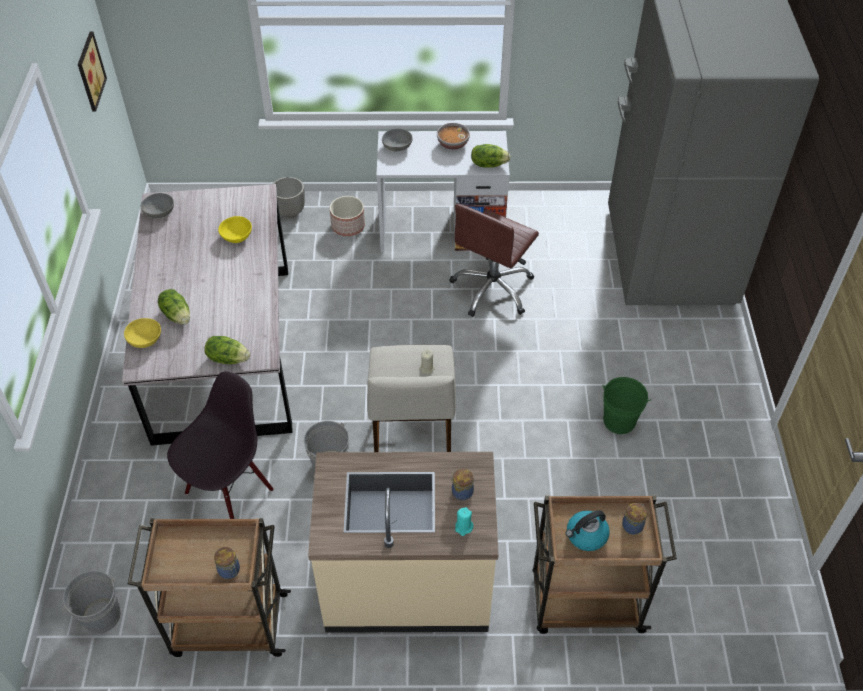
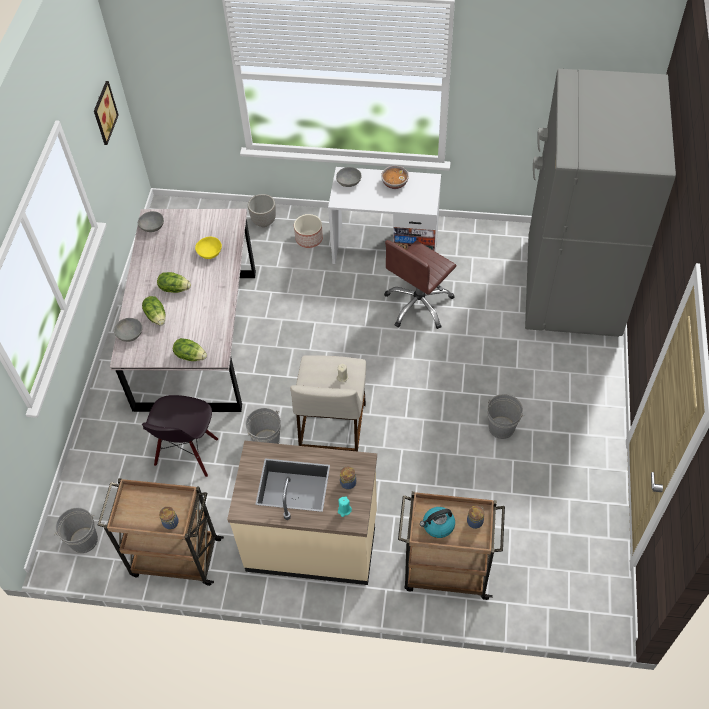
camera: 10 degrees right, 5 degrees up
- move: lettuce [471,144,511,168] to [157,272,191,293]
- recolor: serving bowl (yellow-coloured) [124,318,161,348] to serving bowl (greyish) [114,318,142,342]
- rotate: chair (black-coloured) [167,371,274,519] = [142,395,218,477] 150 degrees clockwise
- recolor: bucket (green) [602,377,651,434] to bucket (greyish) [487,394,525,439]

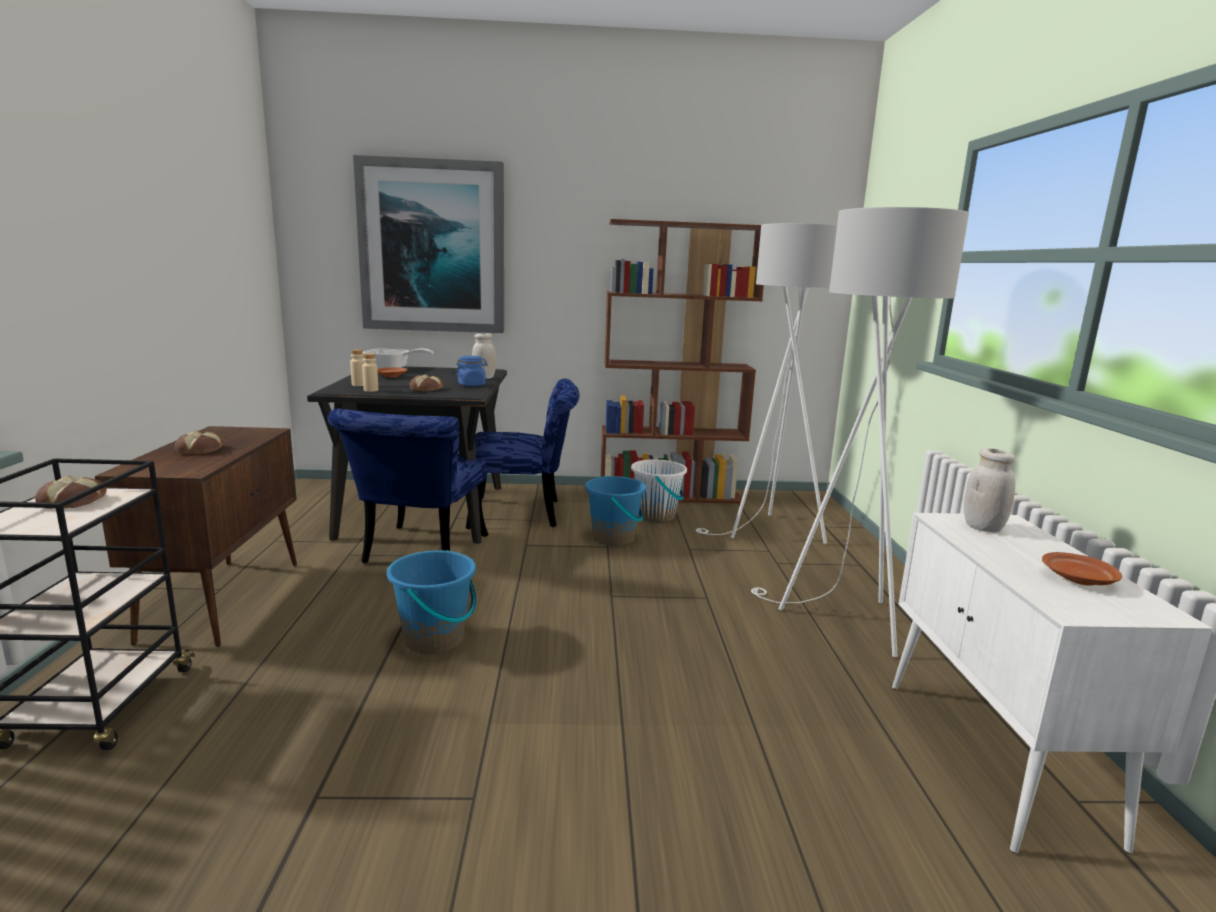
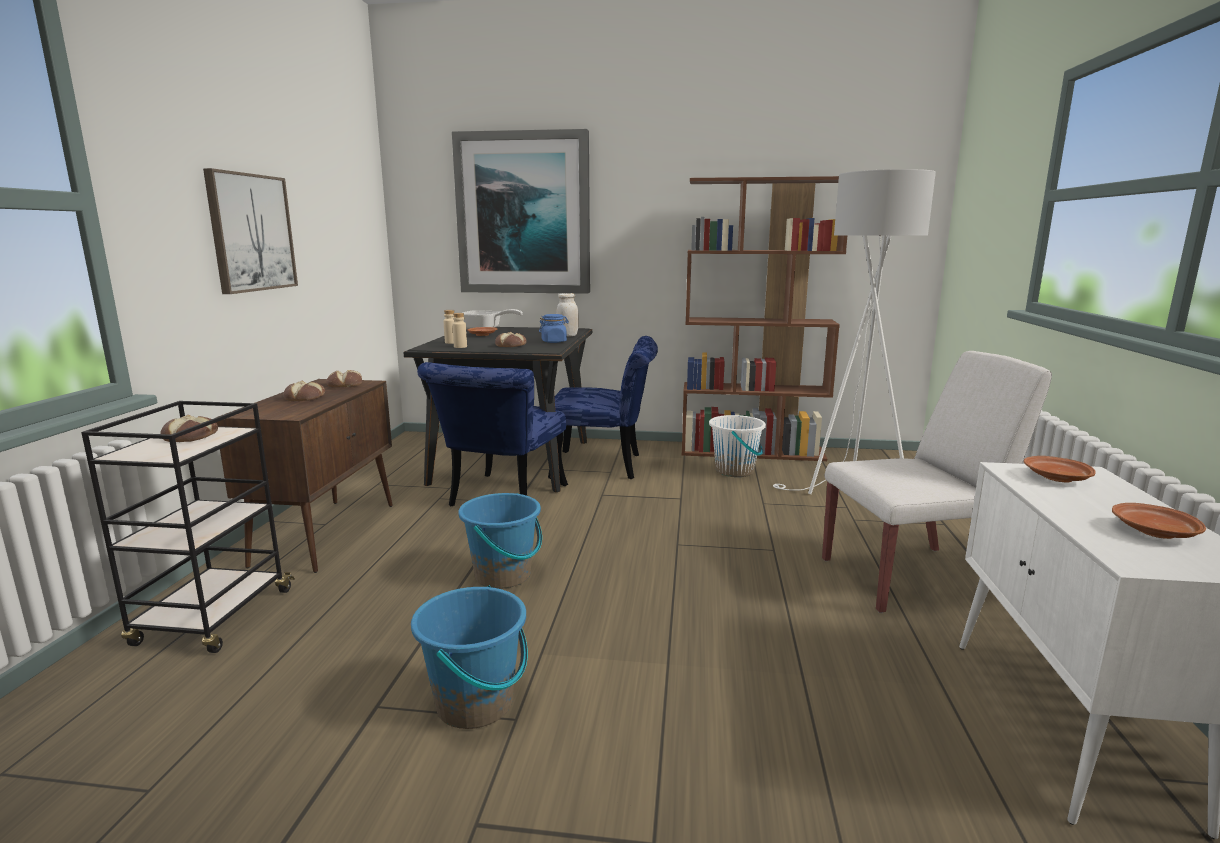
camera: 10 degrees right, 0 degrees up
- replace: standard lamp (white) [751,207,969,657] to chair (white) [822,351,1052,613]
- replace: preserve jar (white) [964,448,1016,532] to flat dish (brownish) [1024,456,1096,483]
- move: bucket (blue-coloured) [585,476,646,546] to [411,585,528,729]
- insert: wall picture [203,168,298,294]
- insert: baked bread [326,370,362,388]

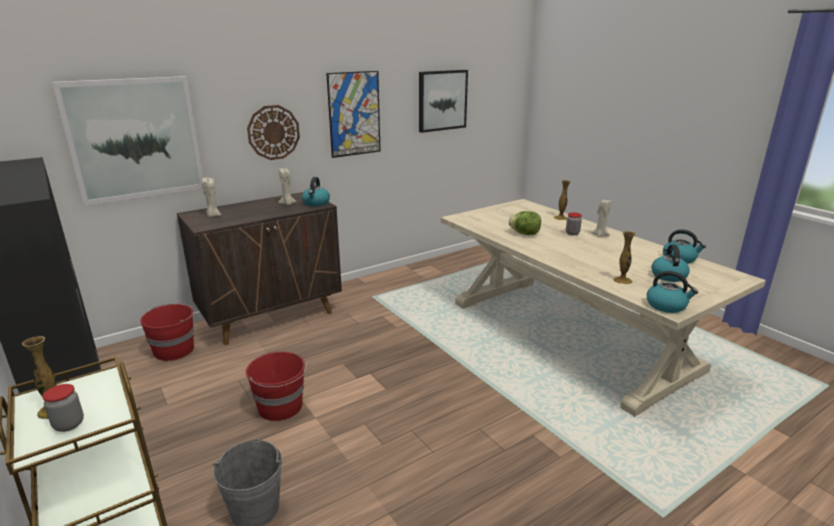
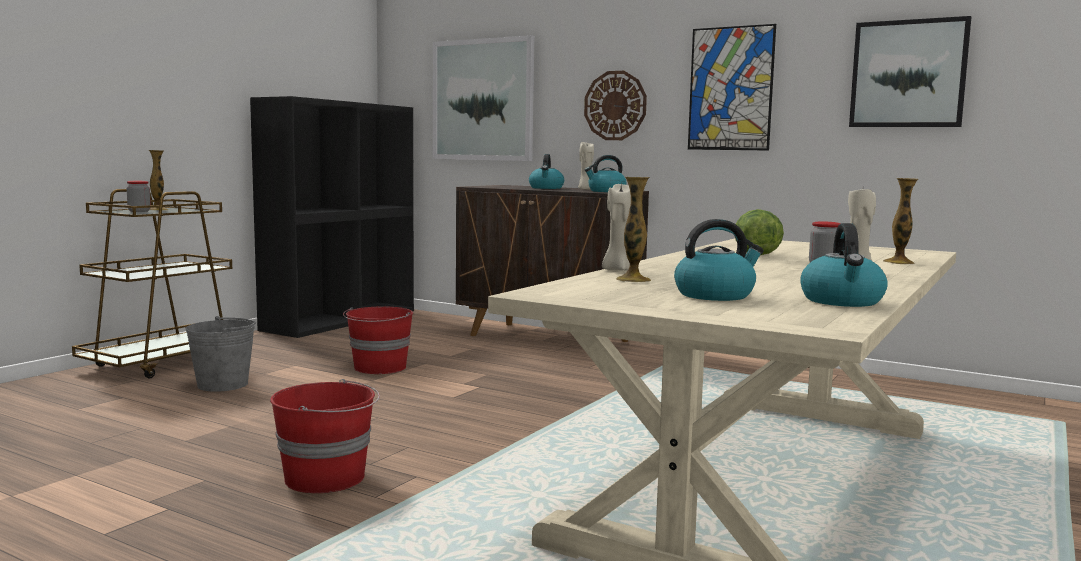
camera: 65 degrees right, 15 degrees down
- move: wax candle (beige) [202,178,221,217] to [602,184,631,271]
- move: water kettle [647,271,698,313] to [529,154,564,189]
- move: bucket (red) [140,304,196,361] to [270,379,380,493]

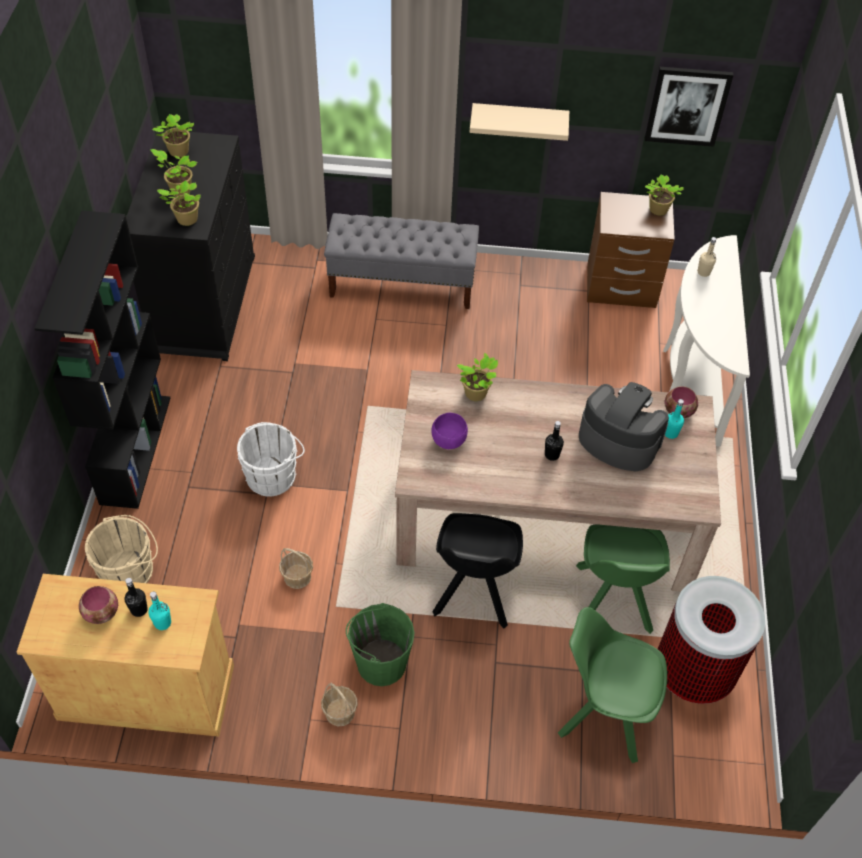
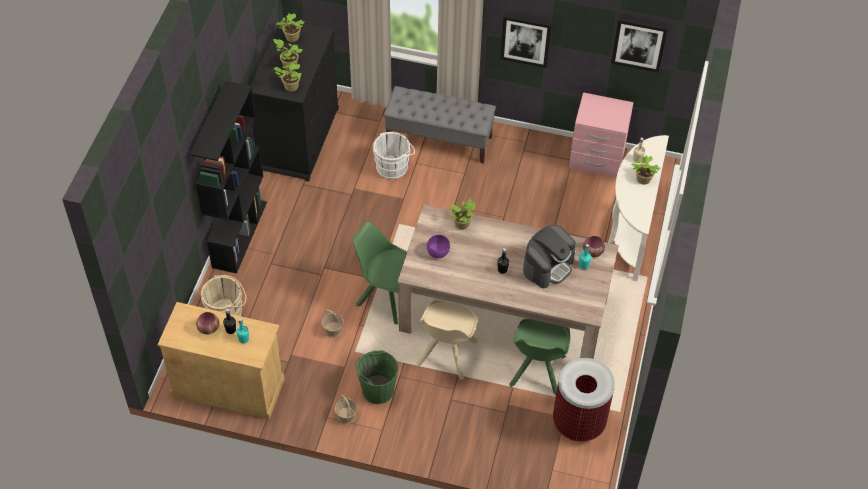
camera: 10 degrees right, 0 degrees up
- replace: shelf (beige) [469,103,569,141] to wall picture [500,15,552,68]
- move: plant in a pot [645,174,684,215] to [631,156,660,185]
- recolor: night table (brownish) [587,192,675,308] to night table (pinkish) [569,92,634,178]
- rotate: coffee machine [579,382,669,471] = [523,225,576,288] 90 degrees clockwise
- move: bucket (white) [237,422,305,497] to [373,132,415,179]
- recolor: chair (black-coloured) [432,513,523,628] to chair (beige) [417,300,478,380]
- move: chair (green) [558,607,667,763] to [352,222,407,324]

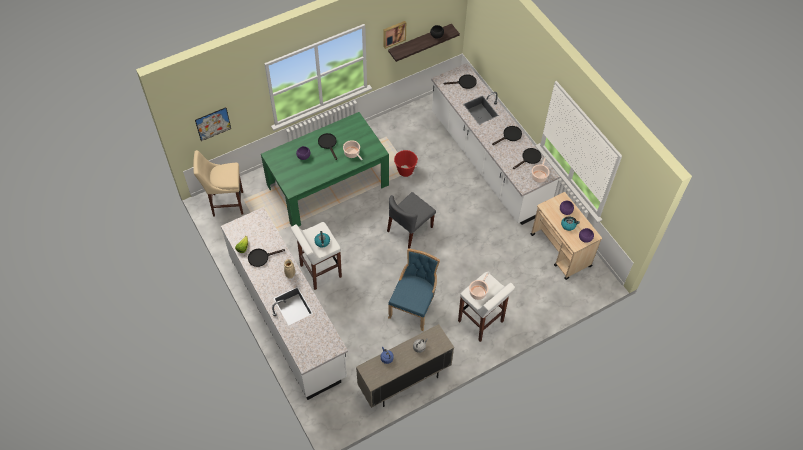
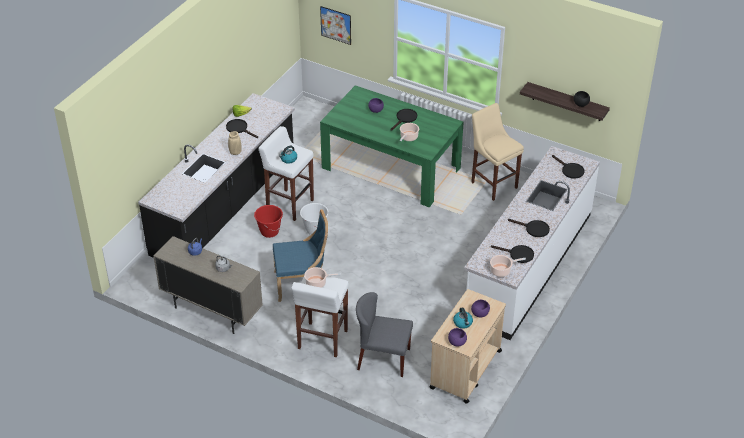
camera: 60 degrees right, 15 degrees down
- delete: wall picture [383,21,406,49]
- move: stool (beige) [193,150,243,217] to [471,103,524,201]
- move: bucket (red) [394,150,418,177] to [254,205,283,238]
- move: chair (greyish) [387,192,436,249] to [356,292,413,377]
- recolor: counter (white) [221,207,348,400] to counter (black-coloured) [138,93,295,258]
- insert: bucket (white) [300,203,329,235]

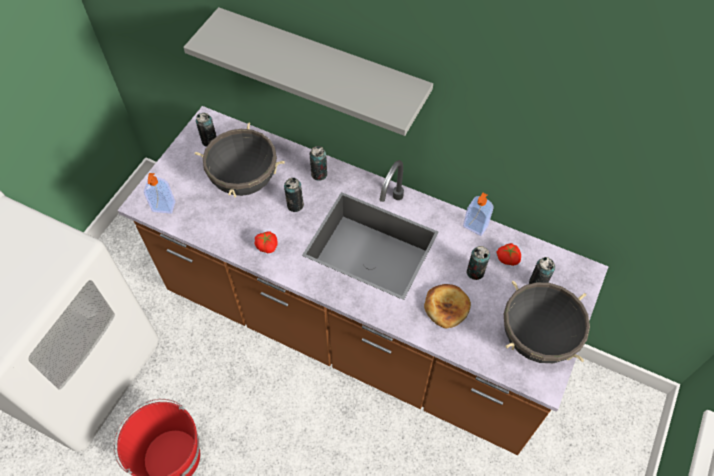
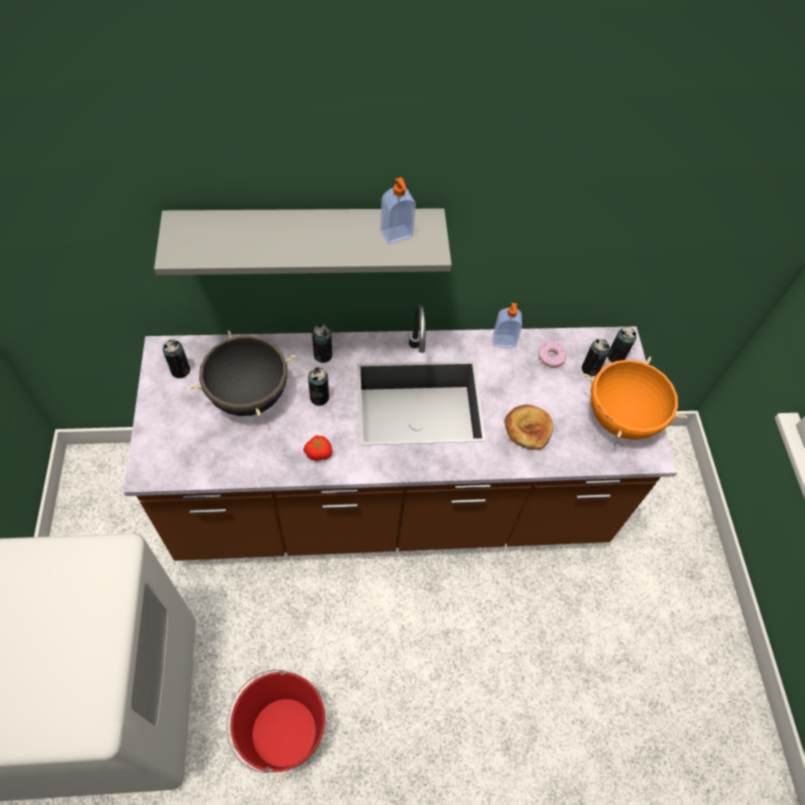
camera: 35 degrees left, 0 degrees up
- move: liquid soap bottle [144,173,176,214] to [380,177,416,244]
- replace: tomato [497,243,521,266] to doughnut [538,342,567,367]
- move: can [467,246,490,280] to [607,326,636,363]
- recolor: stockpot (black-coloured) [504,281,590,363] to stockpot (orangey) [584,357,687,440]

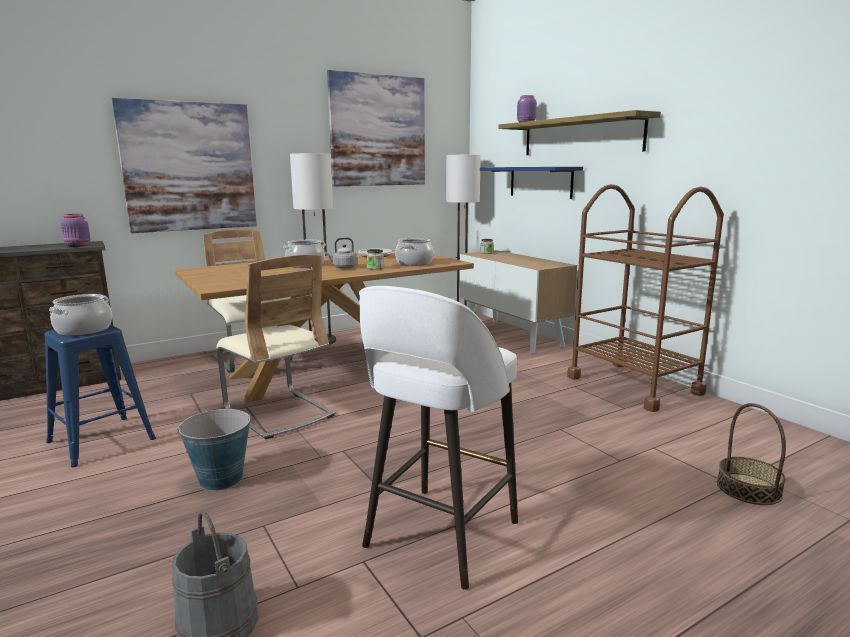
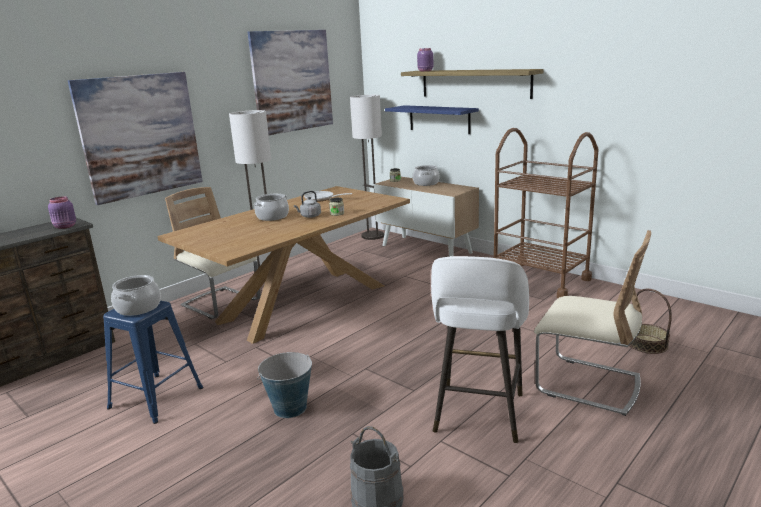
camera: 15 degrees left, 5 degrees up
- move: stockpot [395,238,434,266] to [413,165,440,186]
- move: chair (beige) [216,255,335,439] to [534,230,651,416]

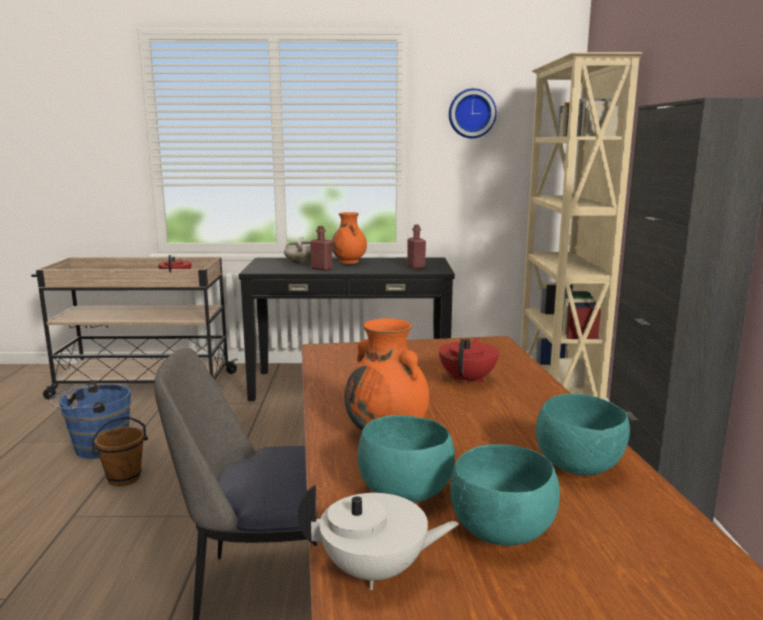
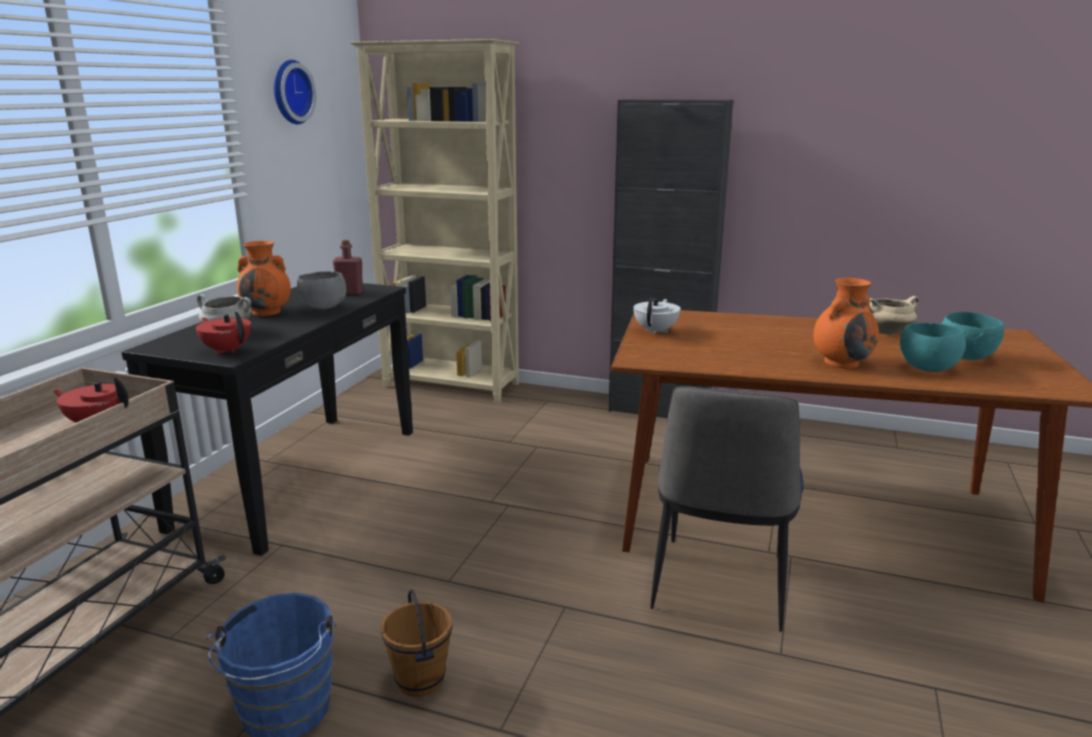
camera: 70 degrees left, 5 degrees up
- delete: beverage bottle (red) [310,226,333,270]
- move: tea pot (red) [439,337,499,385] to [196,312,251,354]
- replace: serving bowl (blue-green) [536,394,630,475] to stockpot (beige) [869,296,919,335]
- move: tea pot (white) [298,484,459,590] to [633,297,681,334]
- insert: serving bowl (greyish) [297,271,346,310]

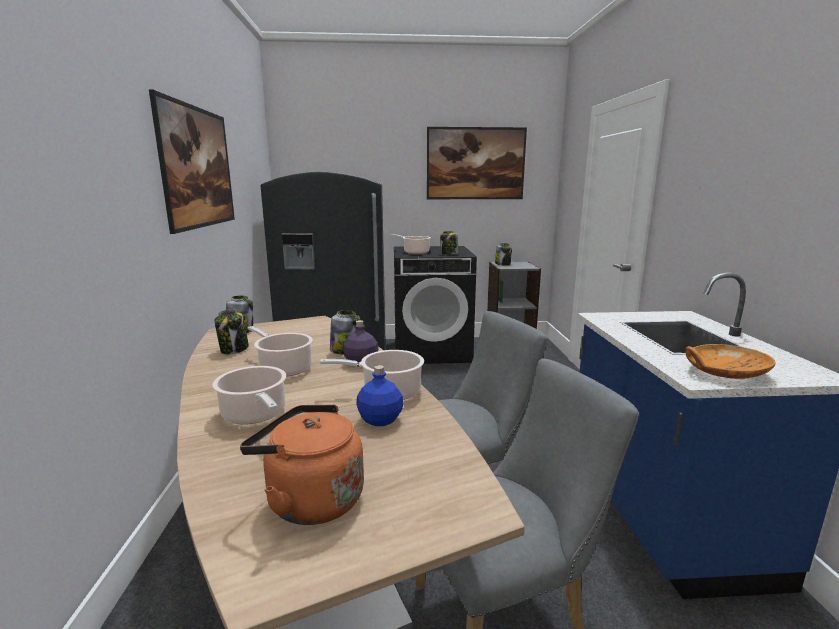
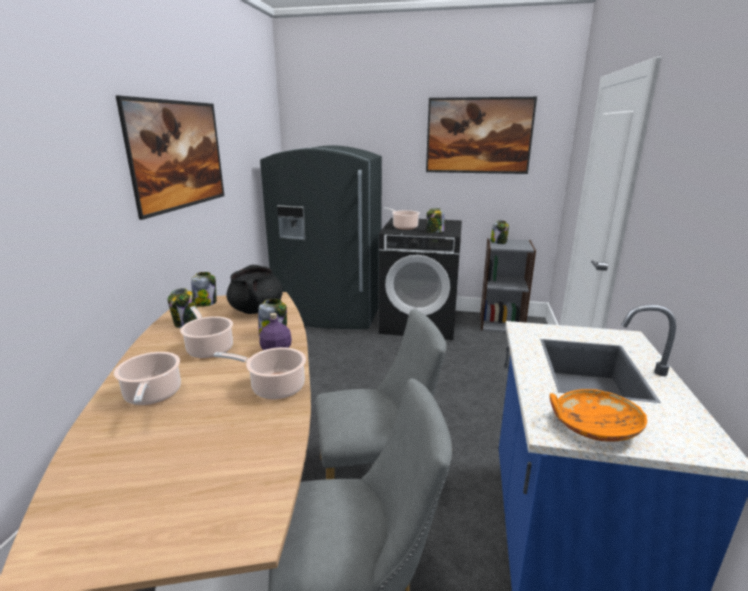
camera: 15 degrees right, 5 degrees up
- delete: beverage bottle (blue-coloured) [356,365,403,426]
- delete: water kettle (orangey) [240,404,364,525]
- insert: stockpot (black-coloured) [226,265,283,314]

